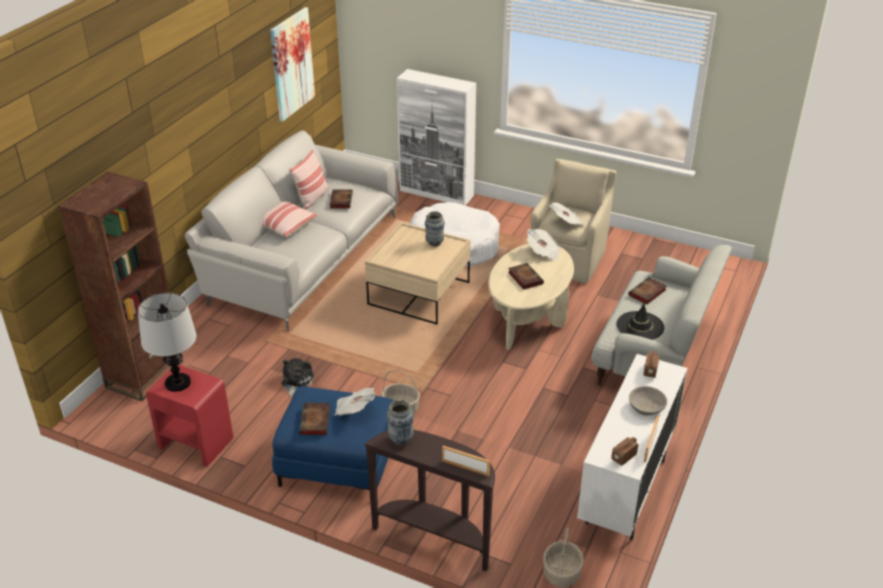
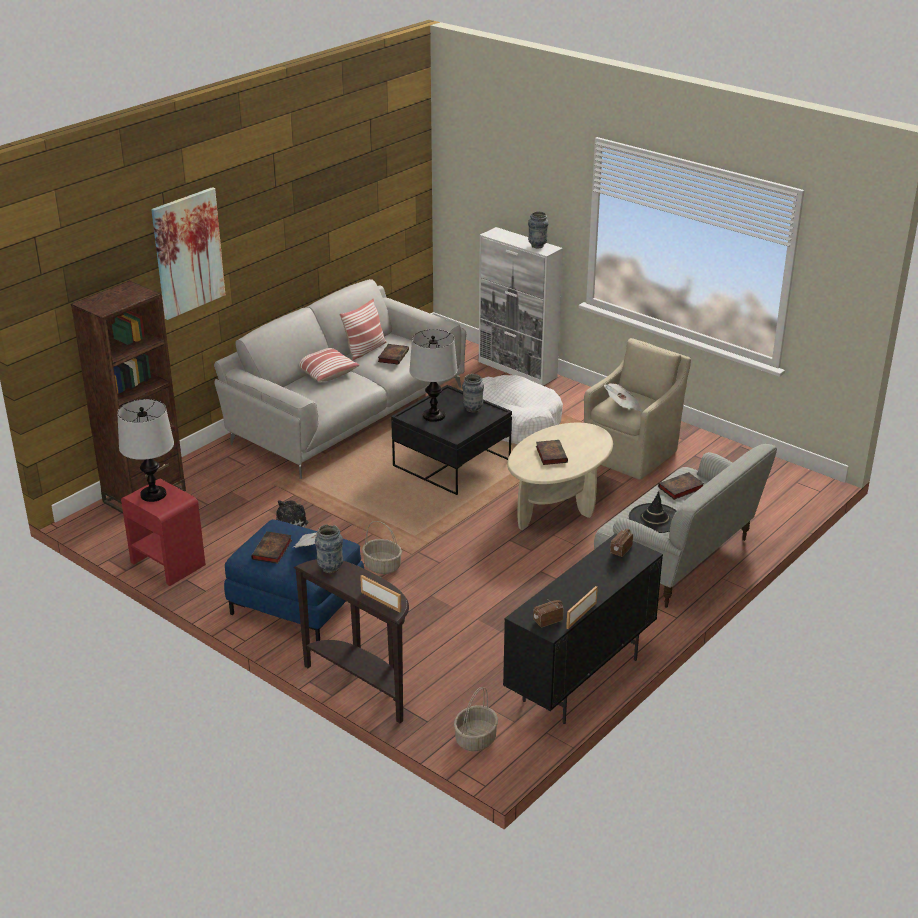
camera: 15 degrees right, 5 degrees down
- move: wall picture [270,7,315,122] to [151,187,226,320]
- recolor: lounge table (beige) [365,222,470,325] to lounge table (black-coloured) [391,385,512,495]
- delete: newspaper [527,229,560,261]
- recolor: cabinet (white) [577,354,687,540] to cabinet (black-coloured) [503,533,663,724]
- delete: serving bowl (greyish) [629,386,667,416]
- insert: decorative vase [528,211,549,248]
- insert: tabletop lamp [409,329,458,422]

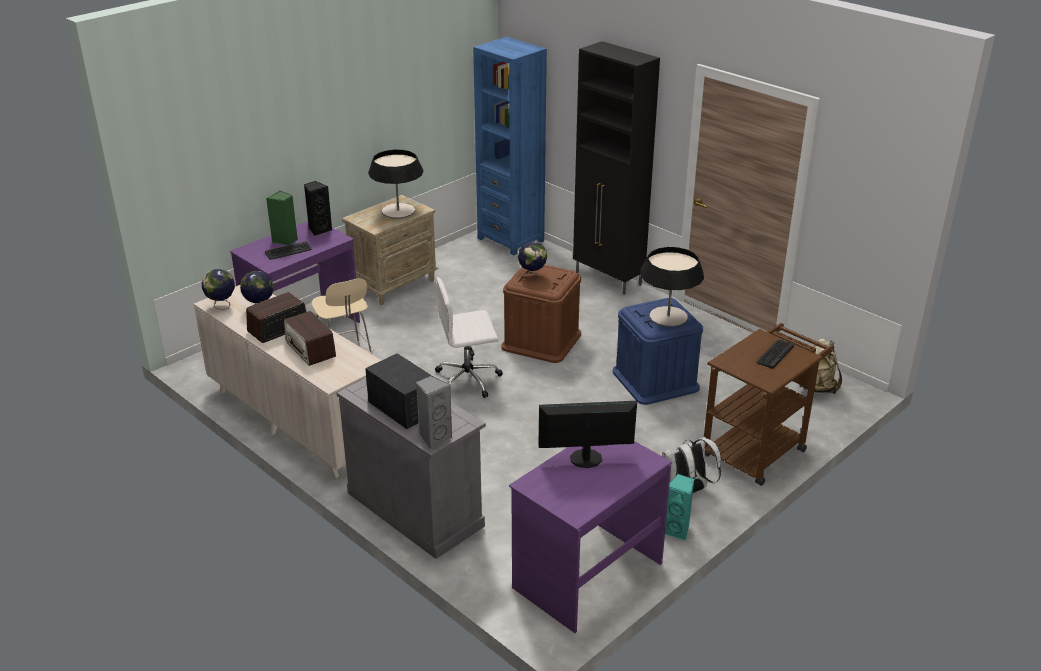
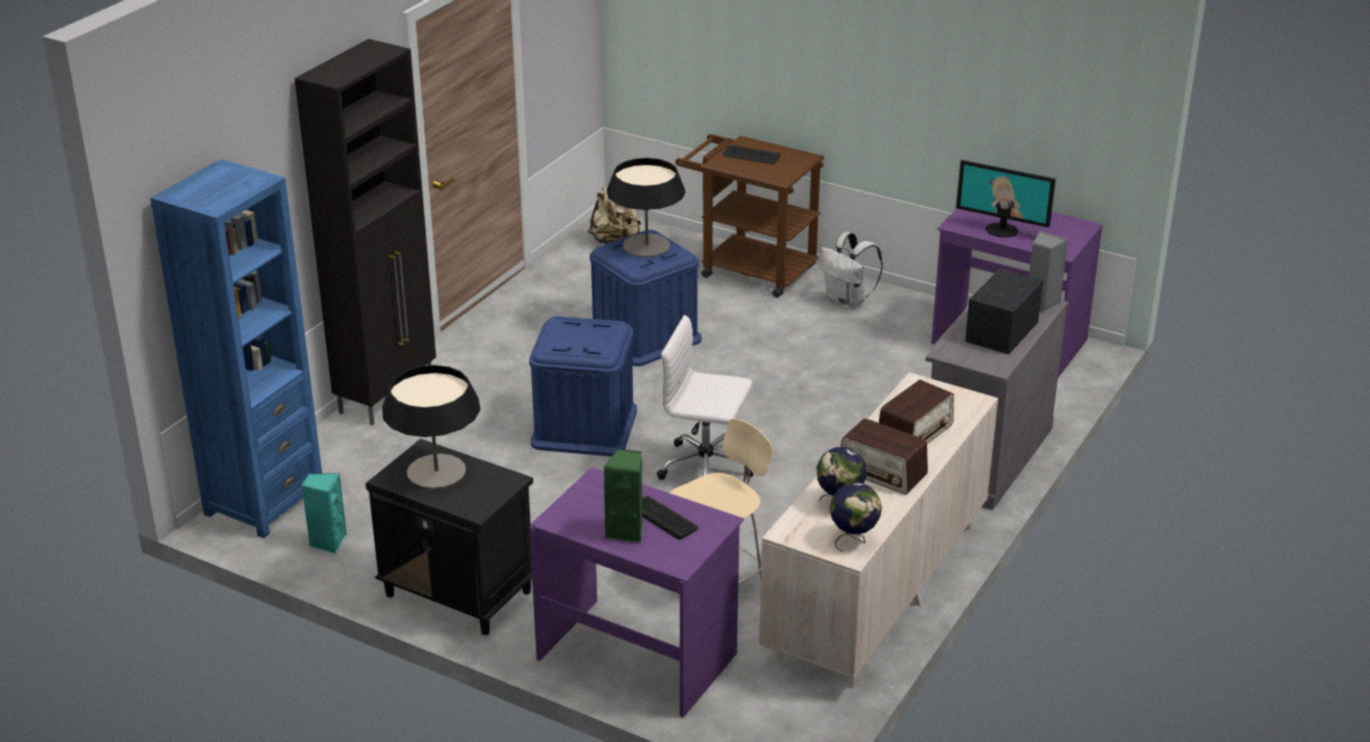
camera: 105 degrees left, 0 degrees up
- delete: audio speaker (black-coloured) [304,181,332,236]
- recolor: night table (beige) [342,195,439,305] to night table (black-coloured) [365,439,533,635]
- delete: globe [518,241,547,281]
- recolor: storage box (brownish) [502,265,581,363] to storage box (blue-coloured) [529,316,637,456]
- rotate: office chair (white) [435,277,503,398] = [657,315,754,480] 135 degrees clockwise
- rotate: computer display [538,401,637,468] = [956,160,1056,238] 45 degrees counterclockwise
- move: audio speaker (blue-green) [665,474,694,541] to [301,473,347,554]

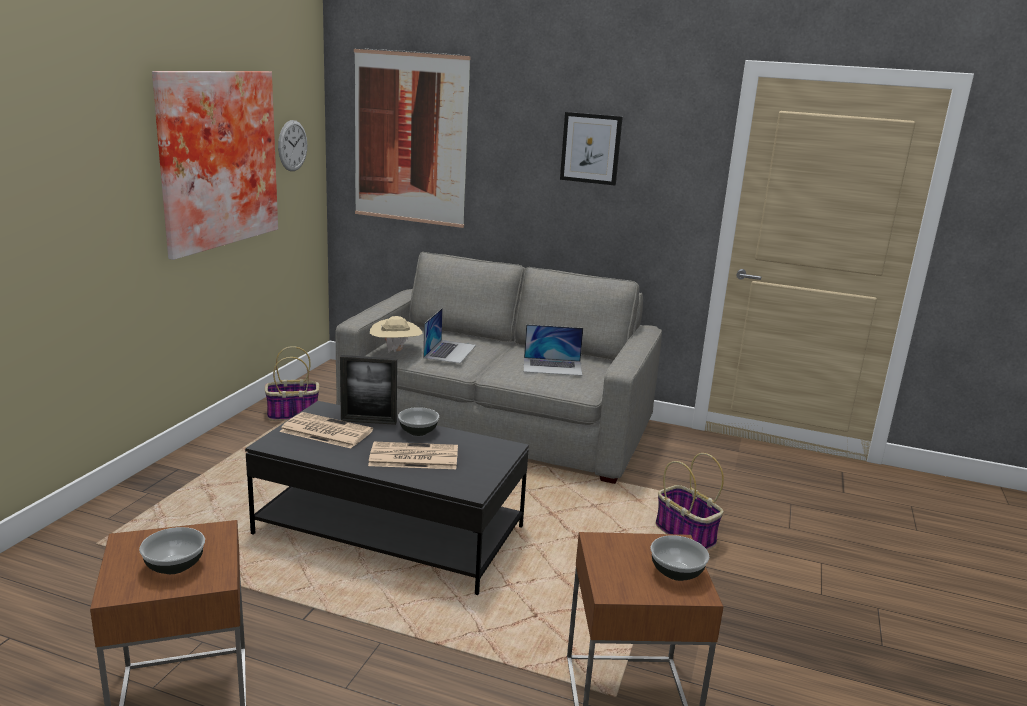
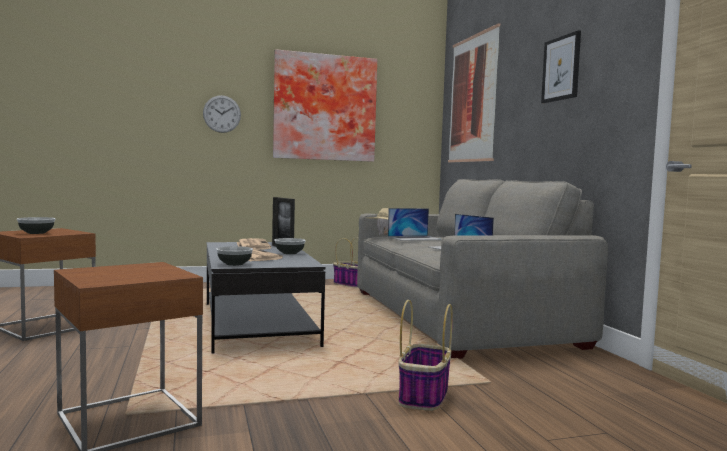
camera: 55 degrees right, 15 degrees down
- move: hanging clock [278,120,307,171] to [203,95,241,133]
- move: serving bowl [650,535,709,581] to [216,246,253,266]

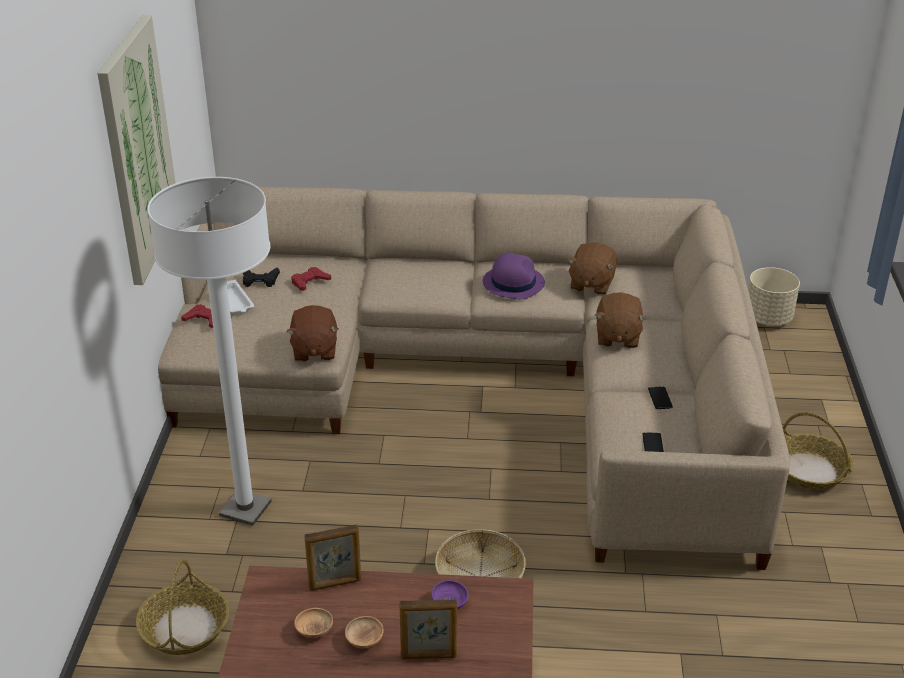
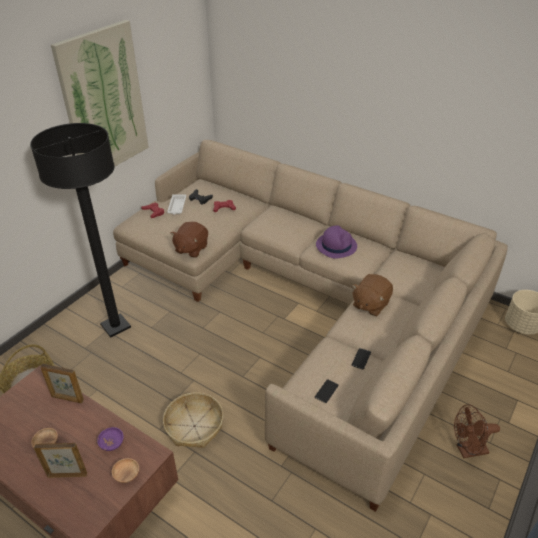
camera: 30 degrees right, 5 degrees up
- recolor: standard lamp (white) [147,177,272,526] to standard lamp (black-coloured) [30,123,131,338]
- delete: cuddly toy (brownish) [567,242,617,295]
- replace: basket [783,412,854,490] to electric fan (brownish) [454,404,500,458]
- rotate: photo frame [399,599,457,659] = [34,443,87,478] 150 degrees clockwise
- move: serving bowl (brownish) [294,608,333,638] to [112,458,139,483]

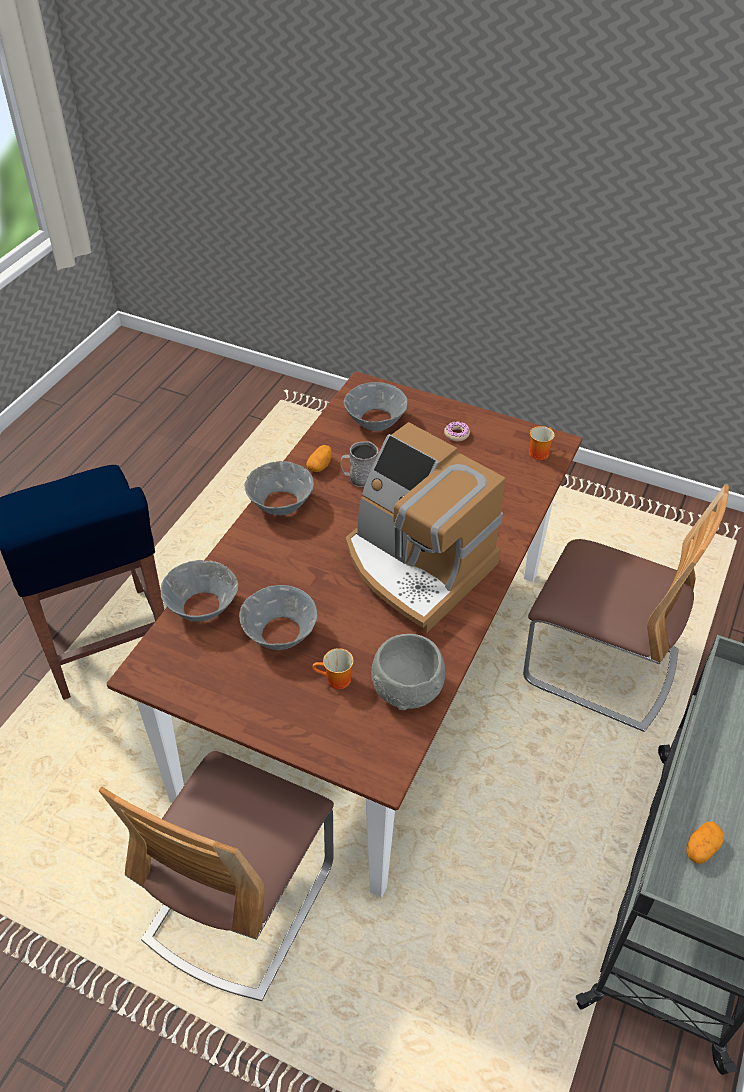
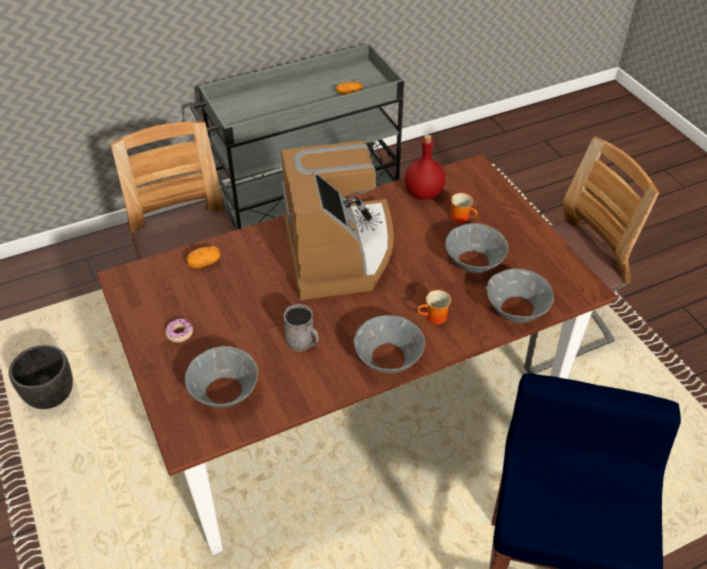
camera: 140 degrees left, 0 degrees up
- move: mug [529,426,555,460] to [417,290,451,324]
- move: potato [306,445,332,472] to [186,246,220,268]
- replace: serving bowl (greyish) [371,634,445,710] to beverage bottle (red) [404,135,445,200]
- insert: planter (black-coloured) [9,345,73,409]

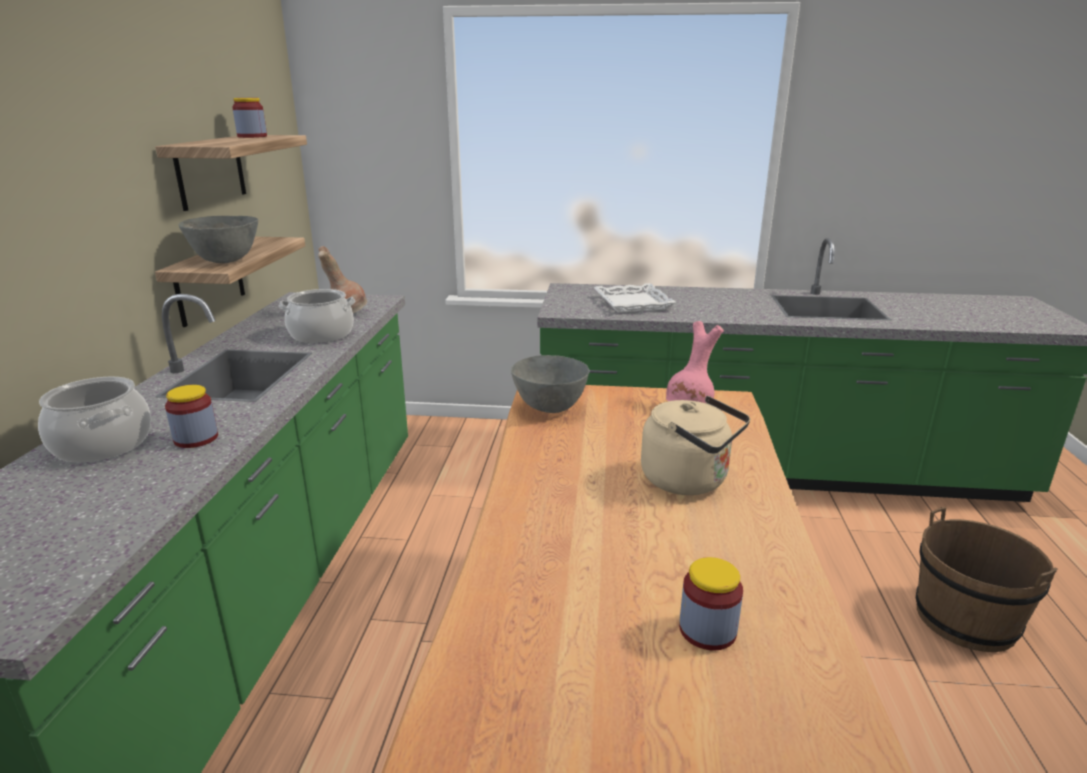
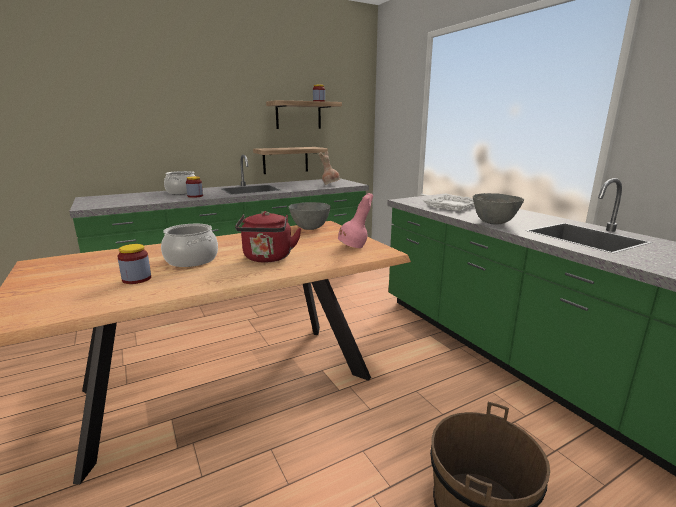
camera: 55 degrees right, 5 degrees down
- move: serving bowl (greyish) [179,216,258,263] to [473,193,524,225]
- move: stockpot [279,289,355,343] to [161,224,218,267]
- recolor: water kettle (beige) [641,396,750,495] to water kettle (red) [235,211,302,263]

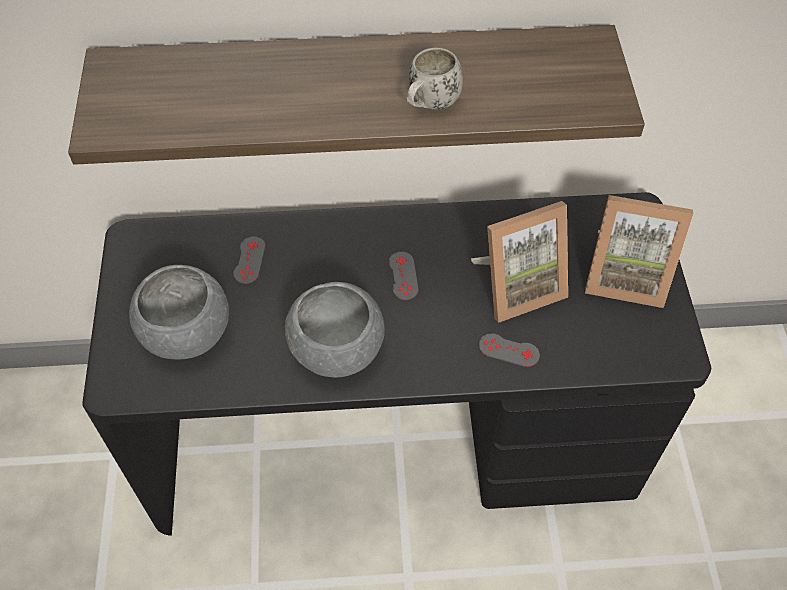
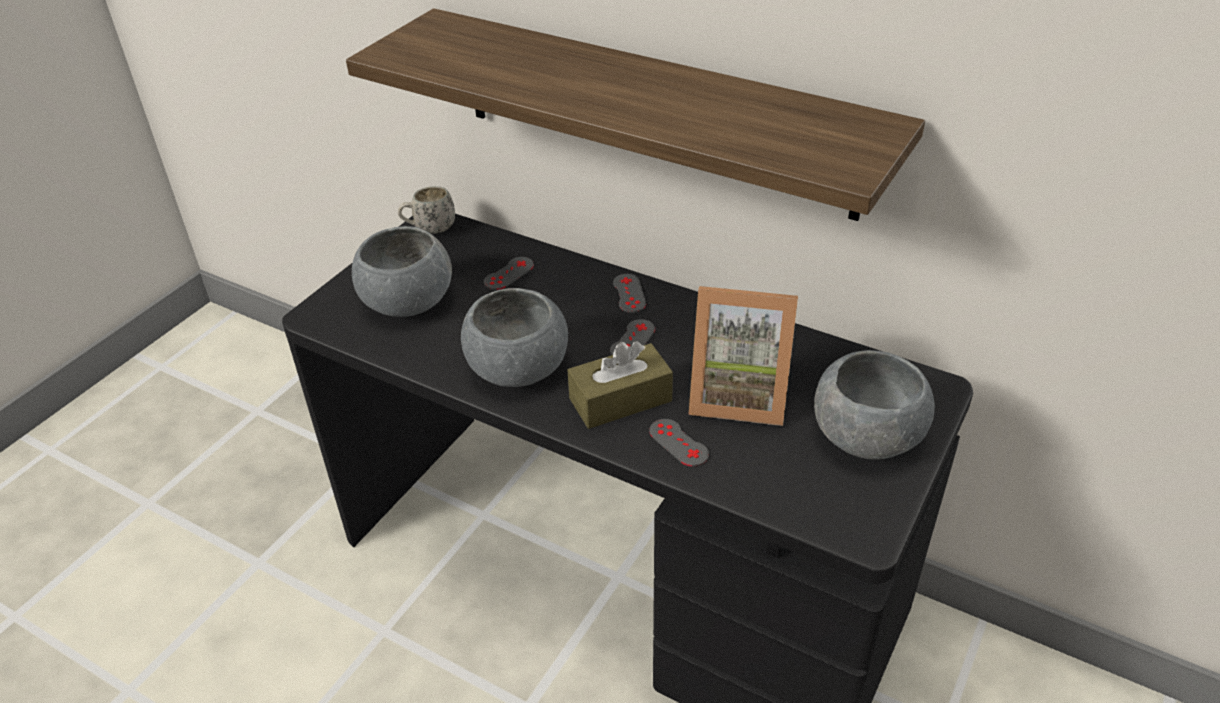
camera: 35 degrees right, 15 degrees down
- move: mug (white) [407,47,463,110] to [398,186,455,234]
- replace: photo frame [585,195,693,308] to serving bowl (greyish) [814,350,935,460]
- insert: gamepad (greyish) [613,274,646,313]
- insert: box of tissues (brownish) [567,341,673,429]

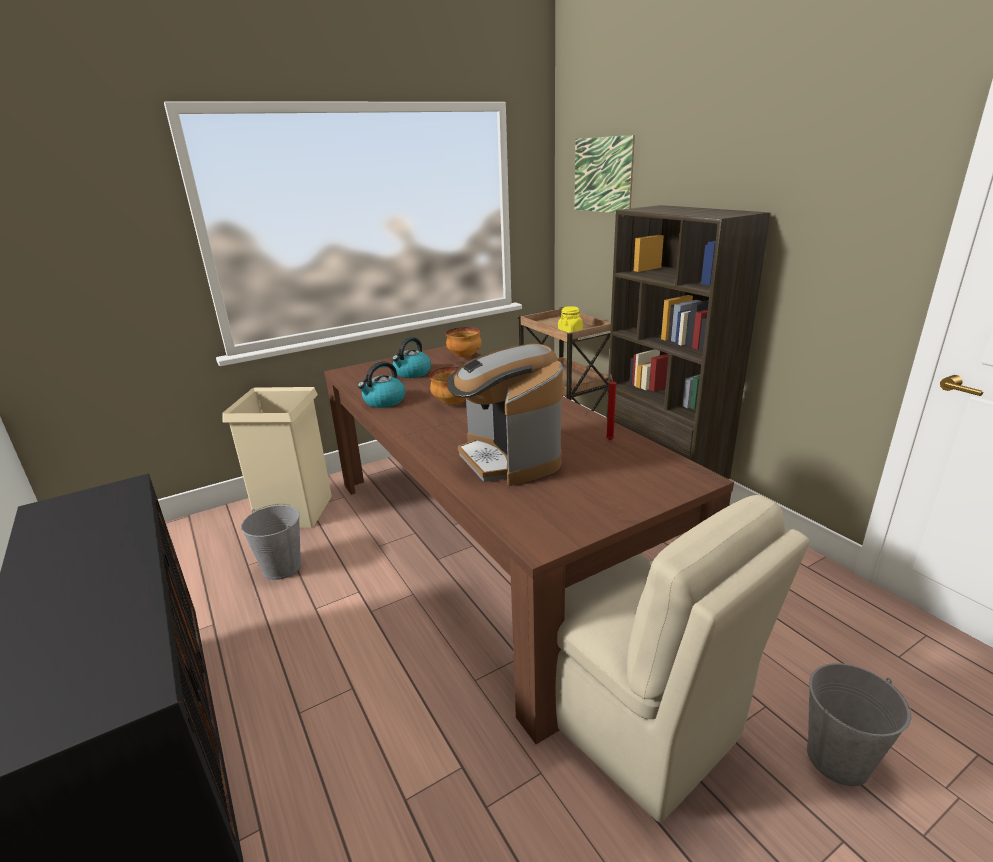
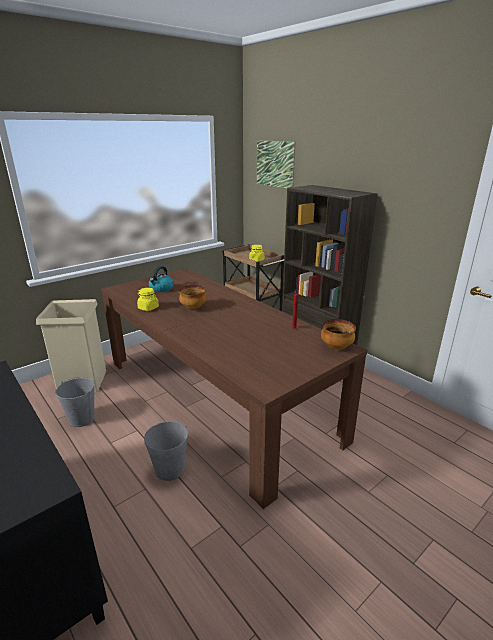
camera: 10 degrees left, 0 degrees up
- move: serving bowl [446,327,482,357] to [321,319,356,349]
- delete: coffee machine [447,344,563,486]
- replace: water kettle [358,361,405,408] to preserve jar (yellow-coloured) [137,288,159,311]
- delete: chair (beige) [556,495,810,822]
- move: bucket (greyish) [807,663,912,786] to [144,421,188,481]

